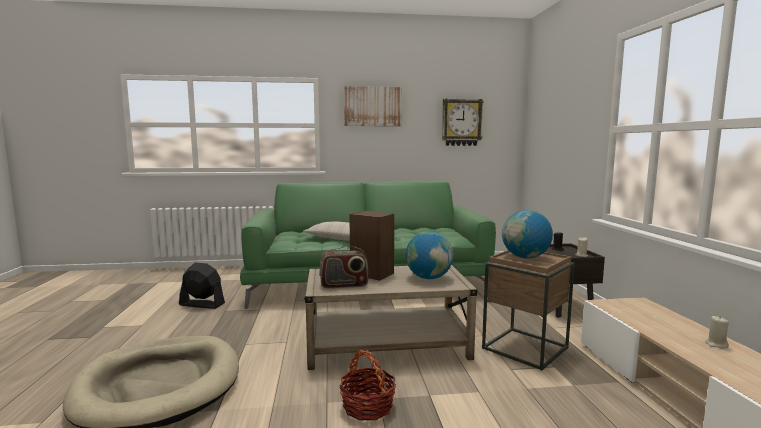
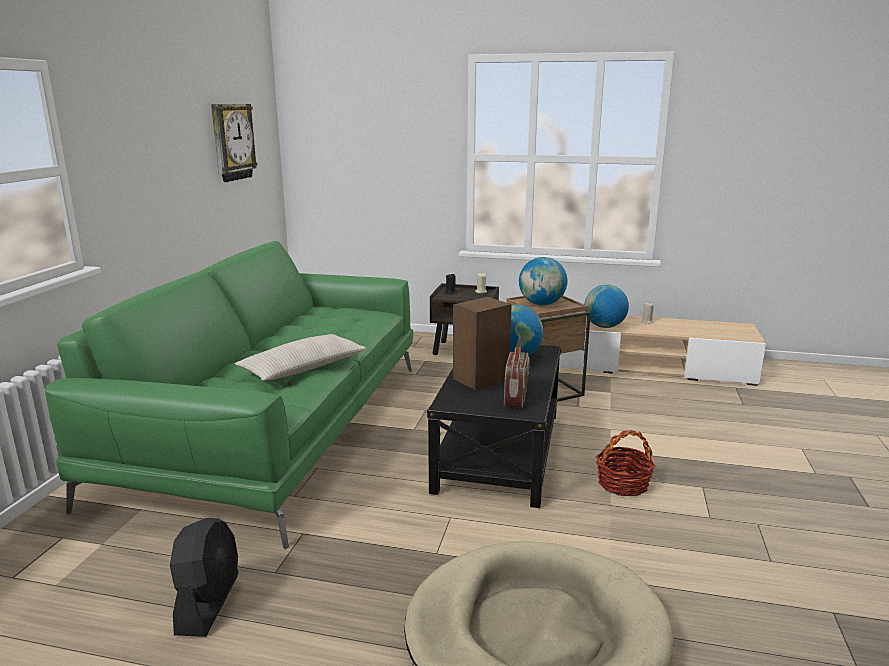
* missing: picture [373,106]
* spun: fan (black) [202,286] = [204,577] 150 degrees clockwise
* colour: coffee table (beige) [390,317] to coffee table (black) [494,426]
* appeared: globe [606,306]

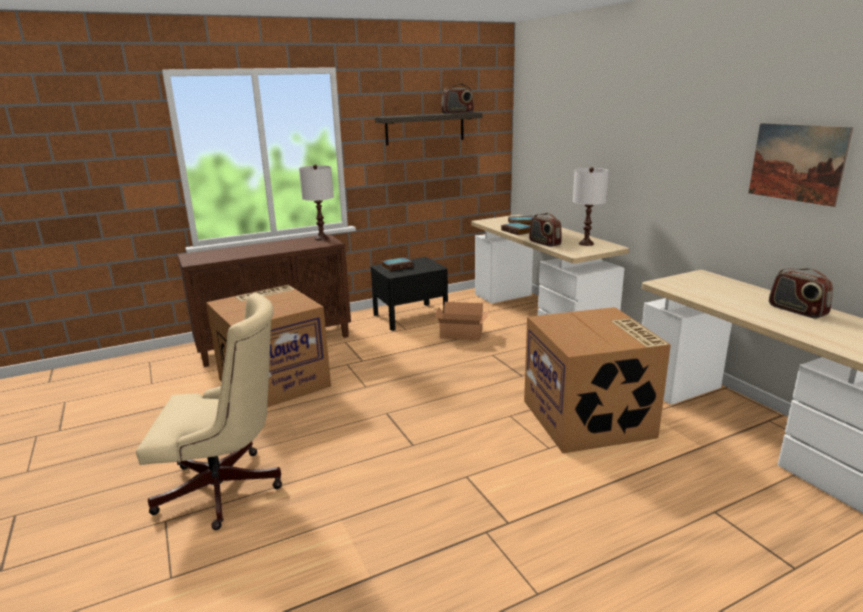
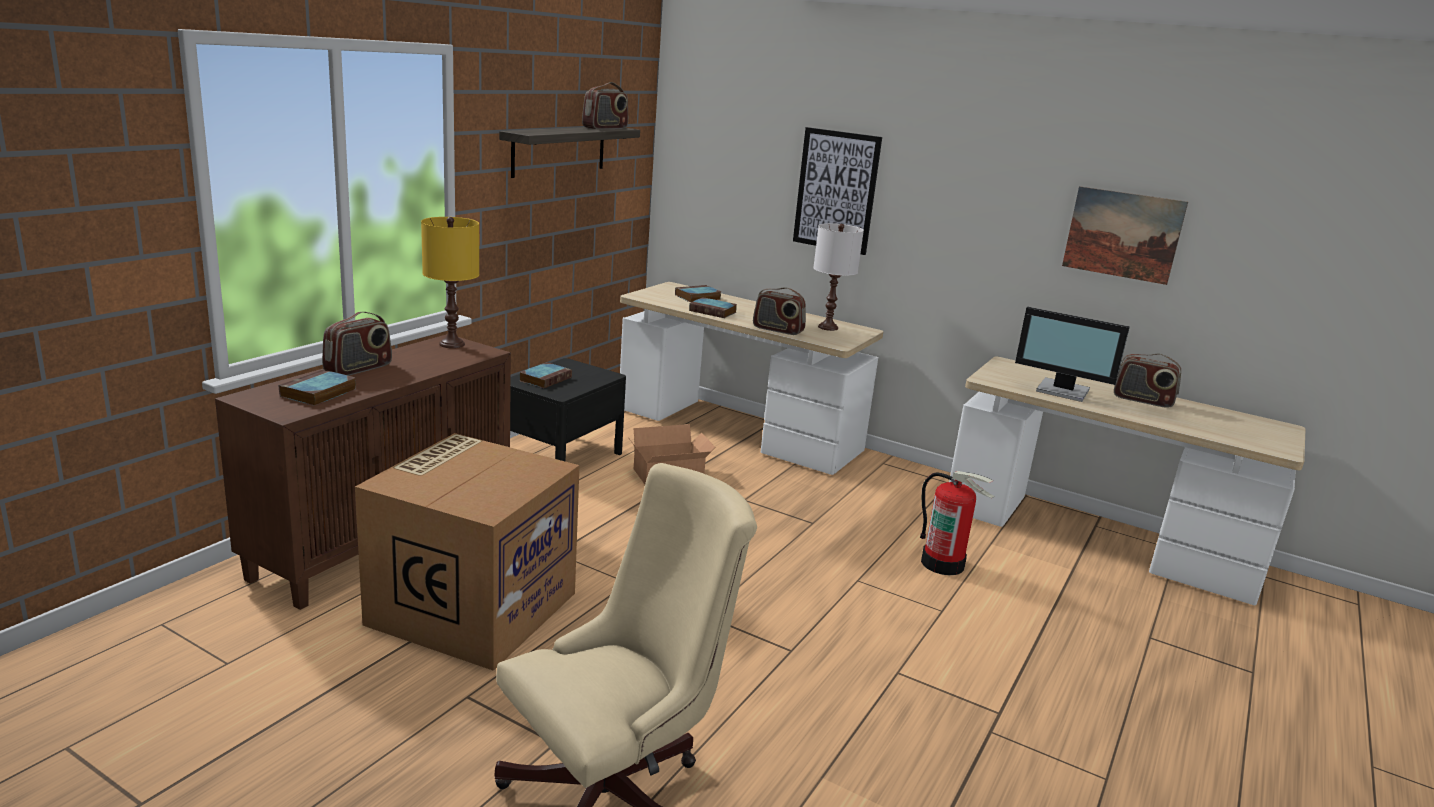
* colour: table lamp (white) [316,203] to table lamp (yellow) [450,282]
* exchanged: cardboard box [597,380] to fire extinguisher [957,523]
* appeared: picture [837,191]
* appeared: monitor [1072,354]
* appeared: radio [357,344]
* appeared: book [317,387]

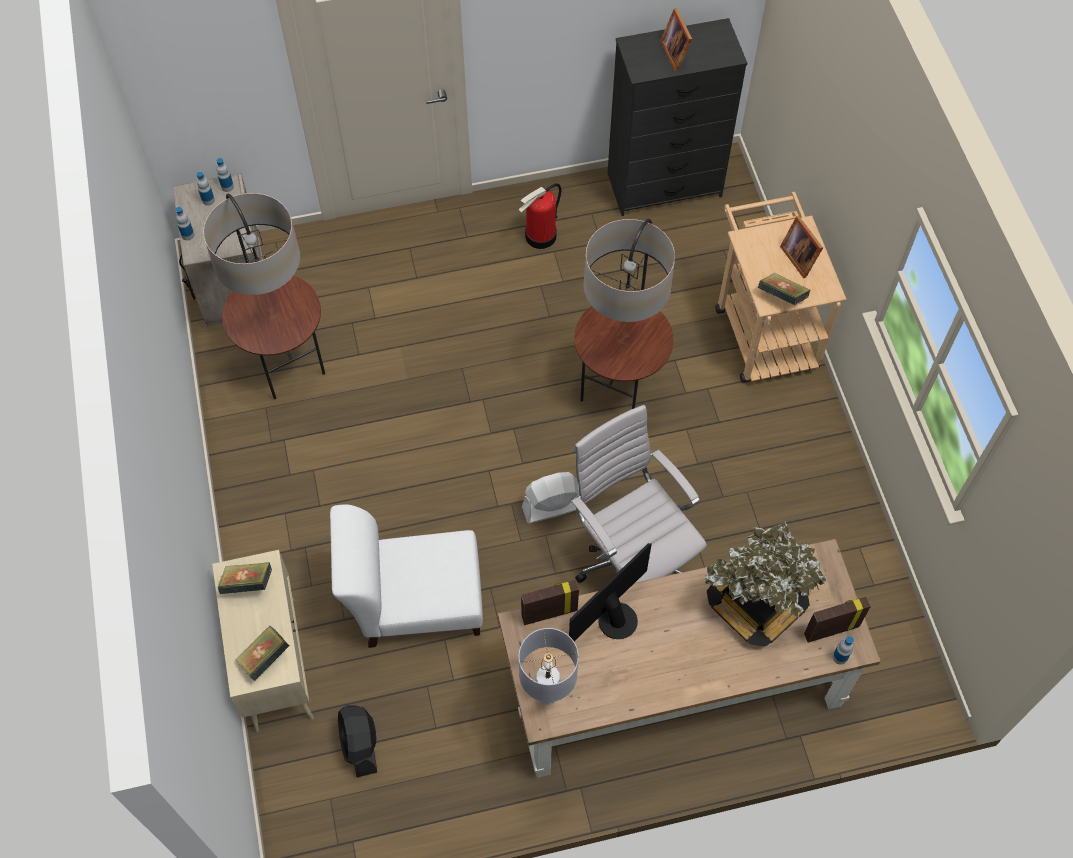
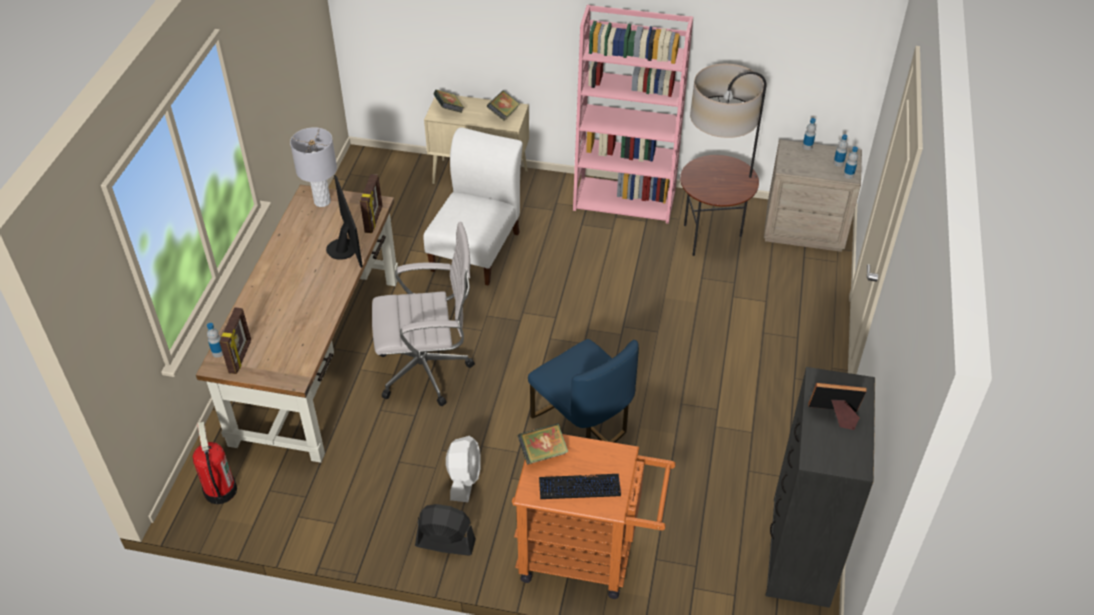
* relocated: fire extinguisher [540,216] to [215,463]
* colour: cart (beige) [781,287] to cart (orange) [594,514]
* exchanged: picture frame [801,247] to keyboard [580,486]
* exchanged: floor lamp [624,313] to chair (blue) [583,391]
* relocated: fan (white) [550,497] to [463,469]
* missing: potted plant [765,584]
* relocated: fan (black) [357,741] to [445,530]
* appeared: bookcase (pink) [633,114]

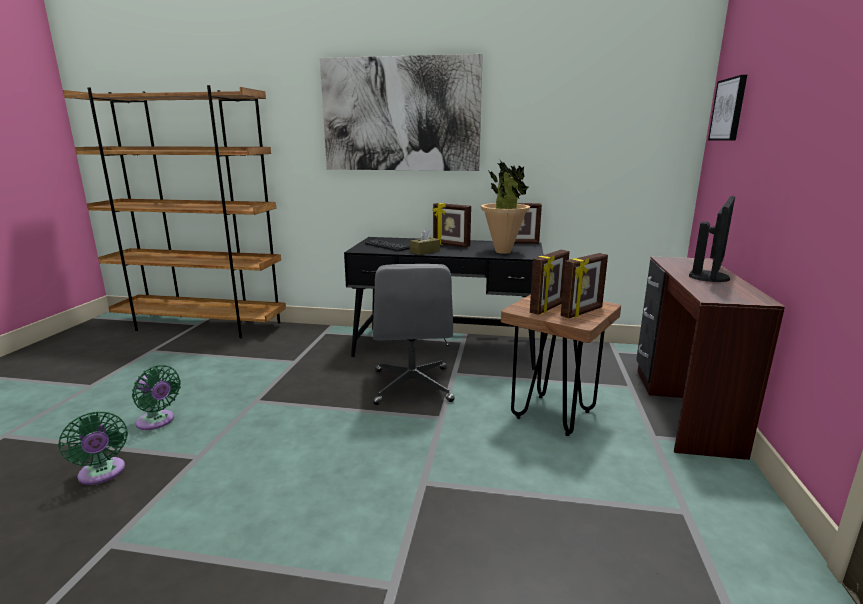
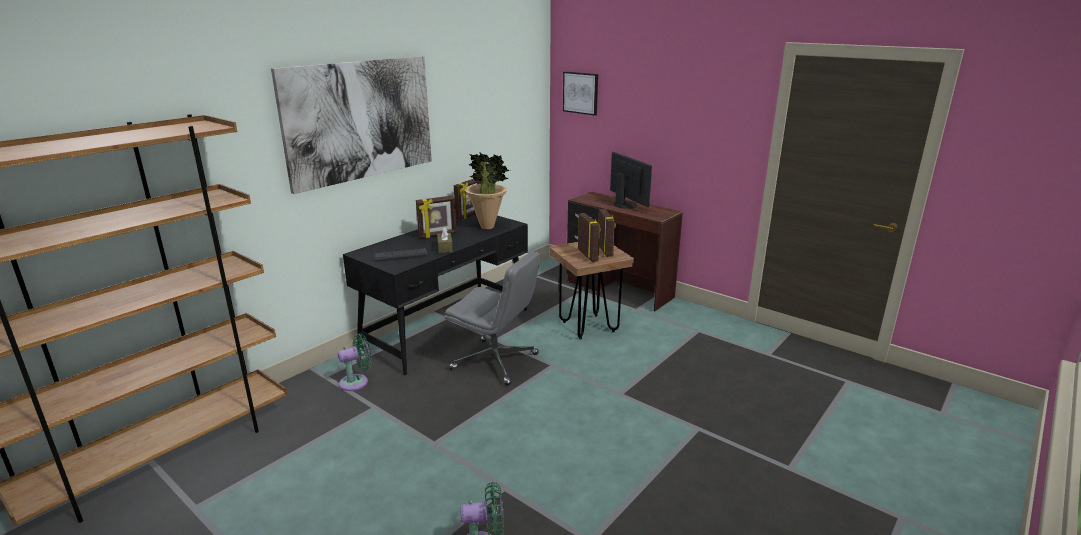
* relocated: fan (green) [156,397] to [355,362]

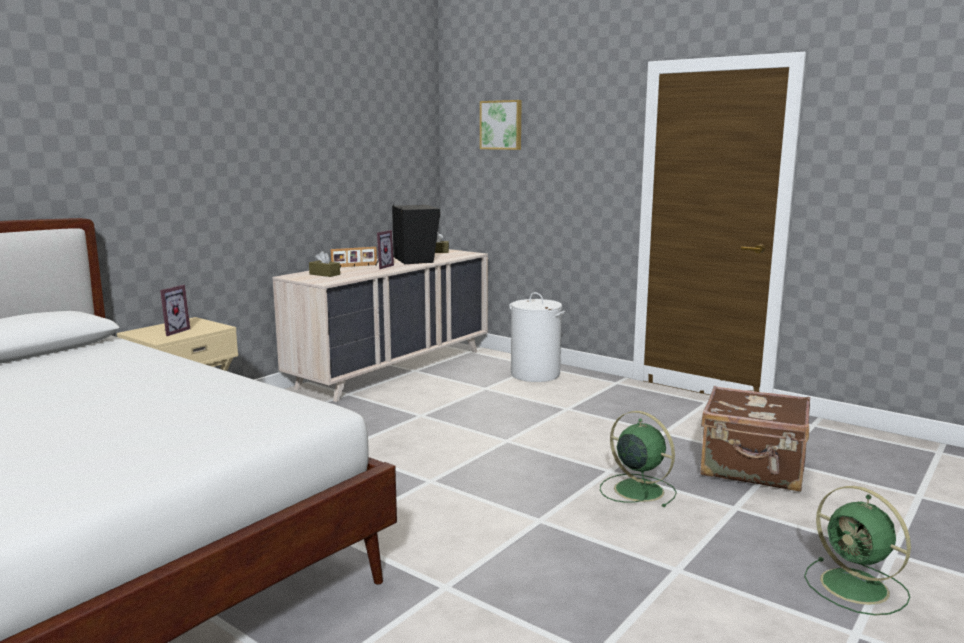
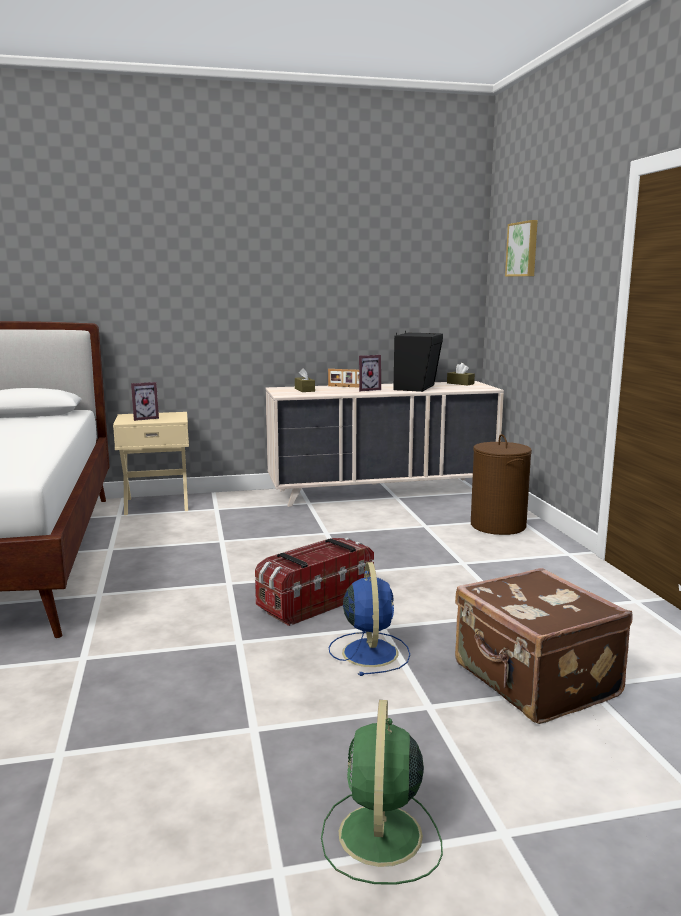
* colour: laundry basket (white) [537,337] to laundry basket (brown) [501,484]
* colour: fan (green) [638,459] to fan (blue) [369,619]
* appeared: storage box [314,582]

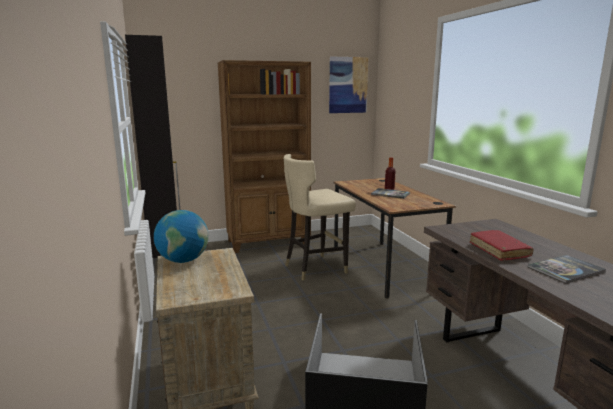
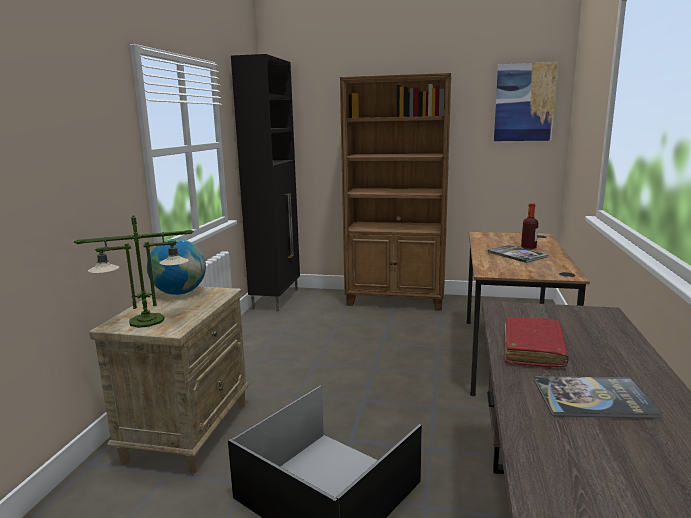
* missing: chair (beige) [320,217]
* appeared: table lamp [134,272]

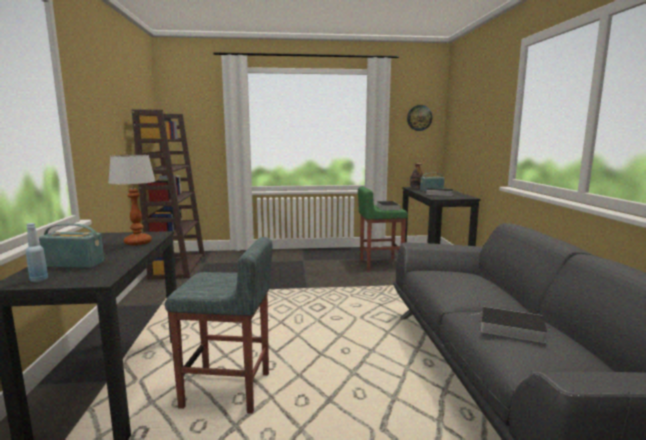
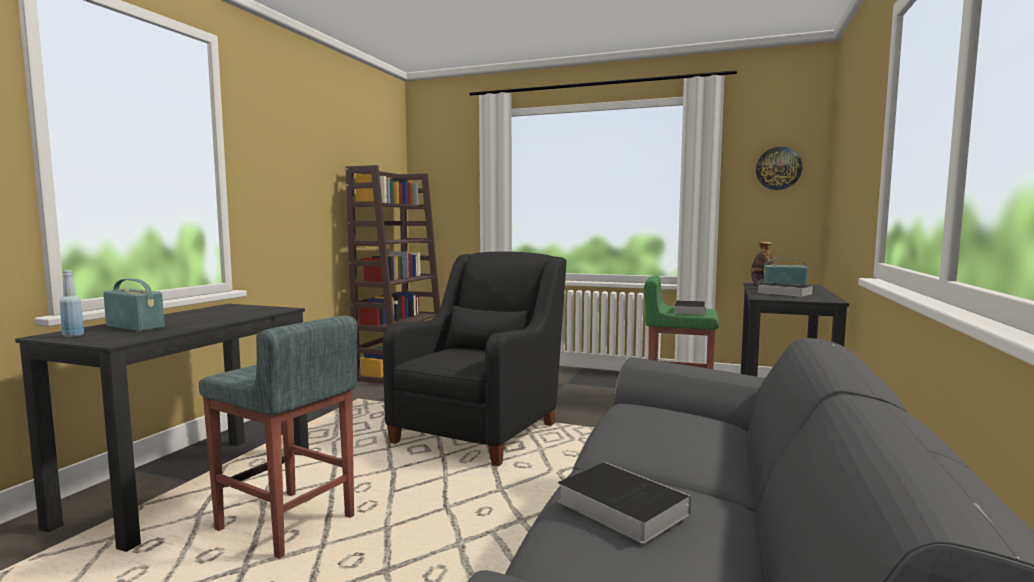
* missing: table lamp [132,200]
* appeared: armchair (black) [474,359]

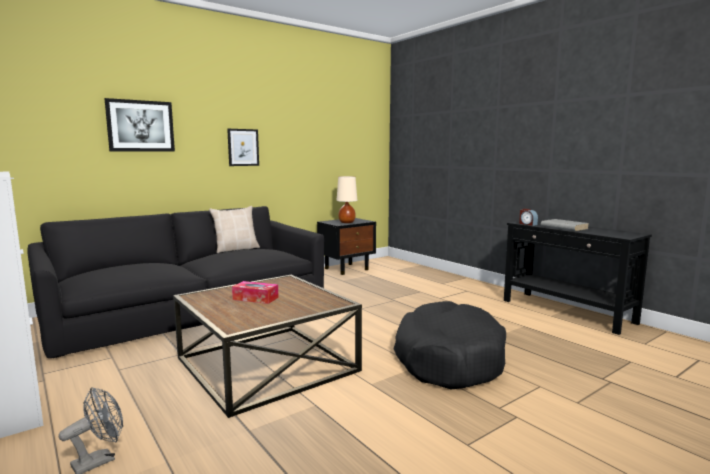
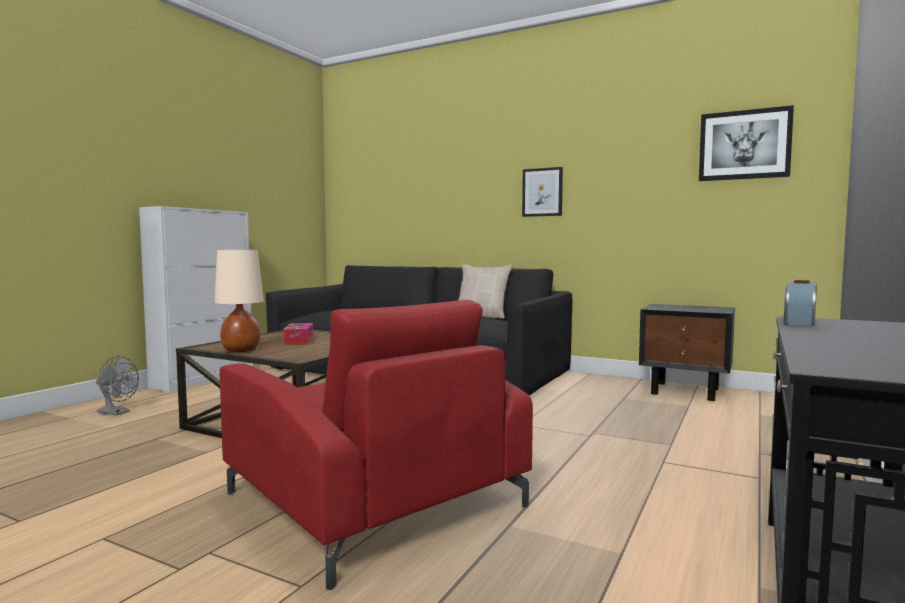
* relocated: picture [139,125] to [746,143]
* relocated: table lamp (beige) [346,199] to [239,301]
* missing: book (grey) [565,225]
* exchanged: dog bed (black) [450,345] to armchair (red) [376,445]

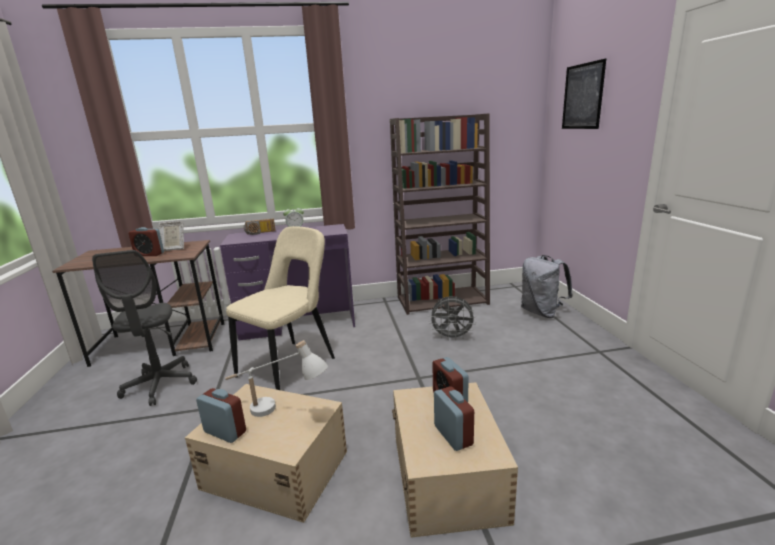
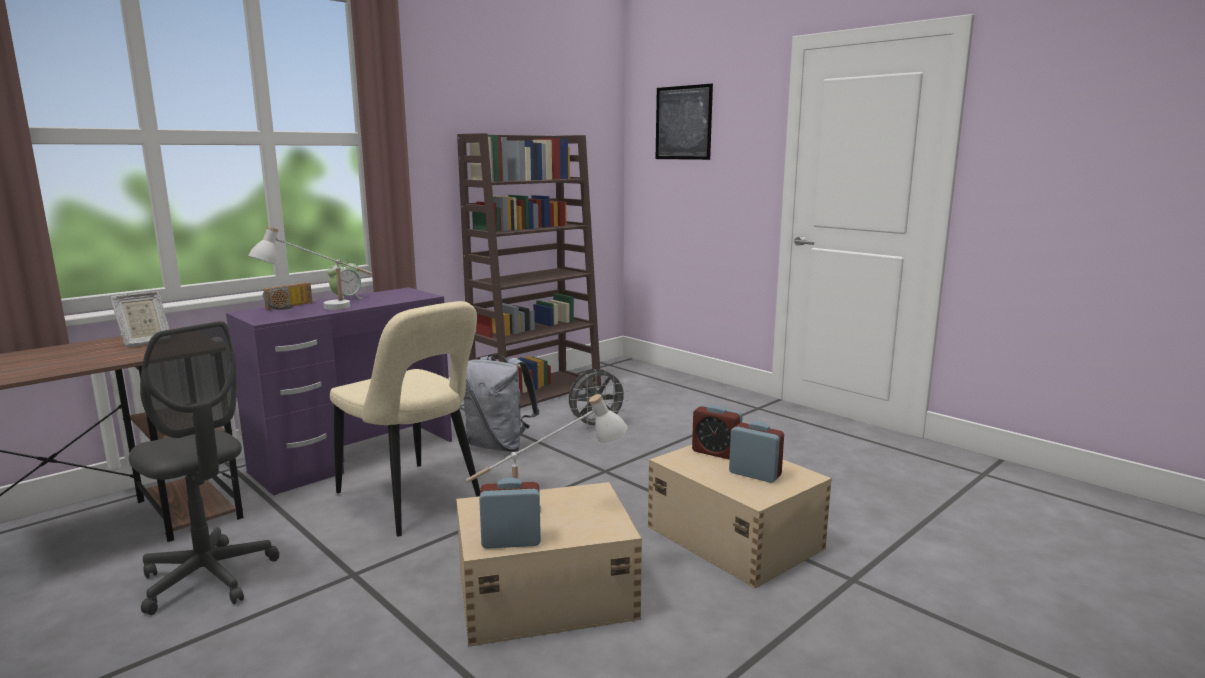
* spun: chair (beige) [280,308] = [405,418] 135 degrees clockwise
* missing: alarm clock [146,241]
* relocated: backpack (grey) [547,286] to [501,403]
* appeared: table lamp (white) [310,268]

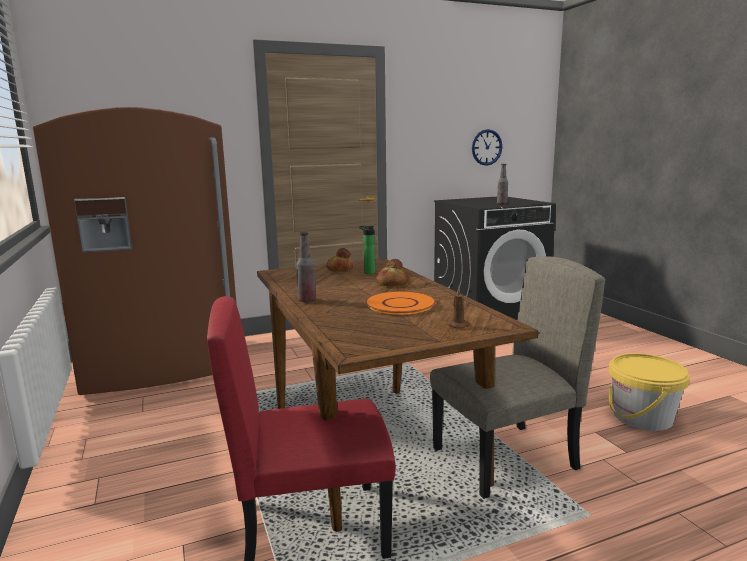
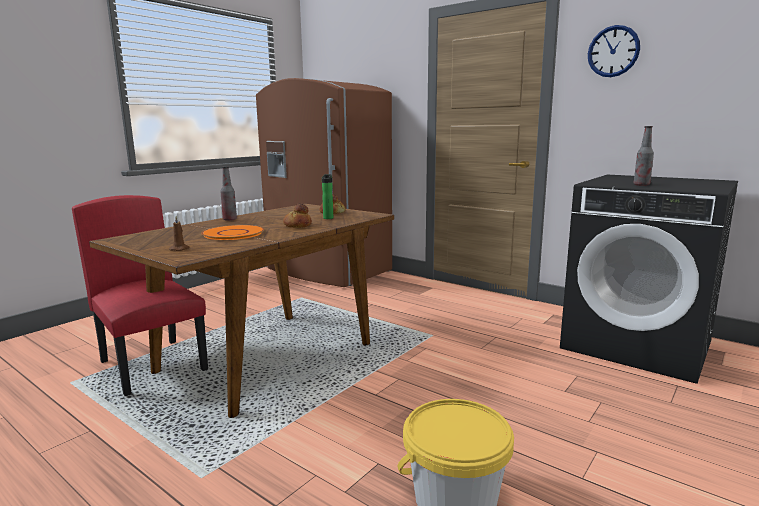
* relocated: wall clock [487,147] to [614,51]
* missing: chair (beige) [517,377]

